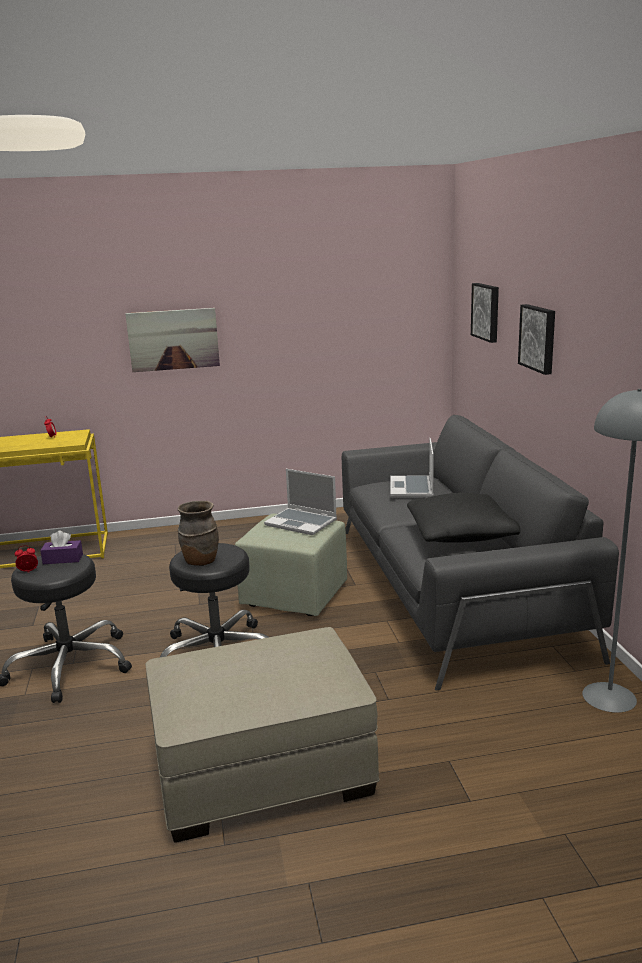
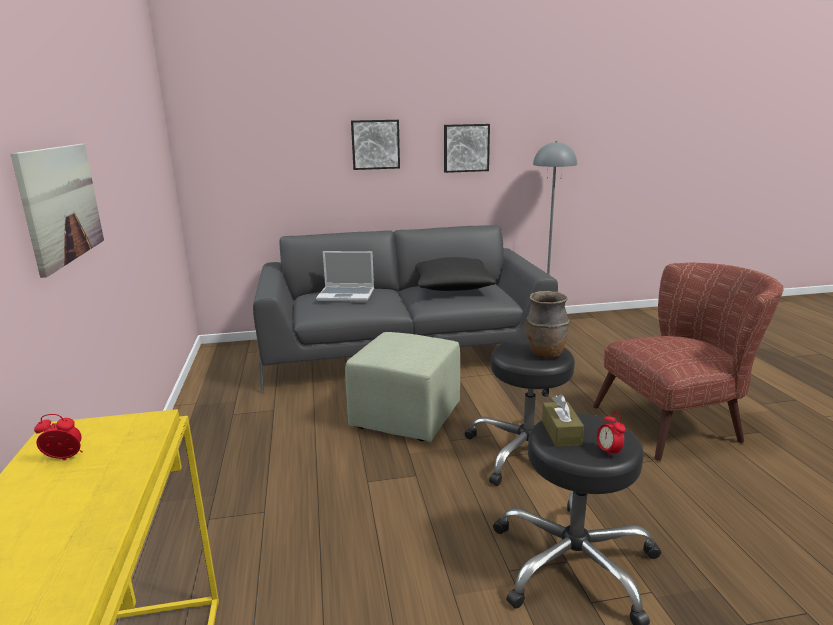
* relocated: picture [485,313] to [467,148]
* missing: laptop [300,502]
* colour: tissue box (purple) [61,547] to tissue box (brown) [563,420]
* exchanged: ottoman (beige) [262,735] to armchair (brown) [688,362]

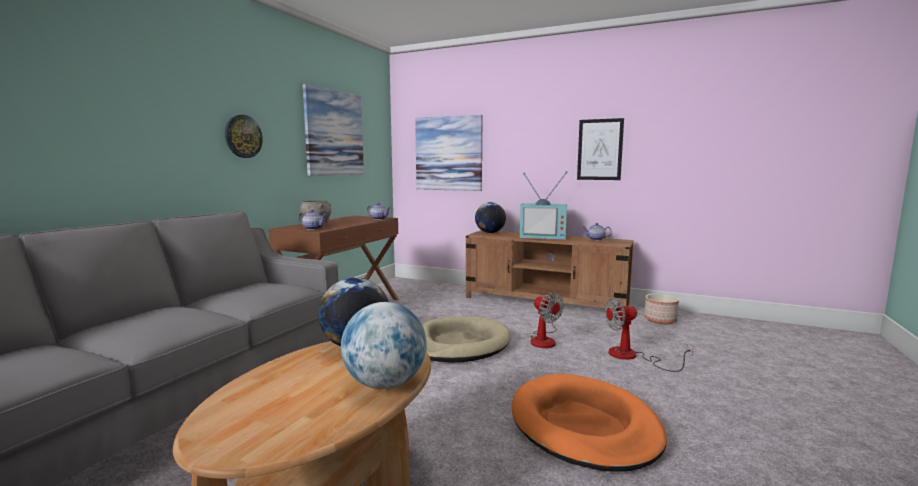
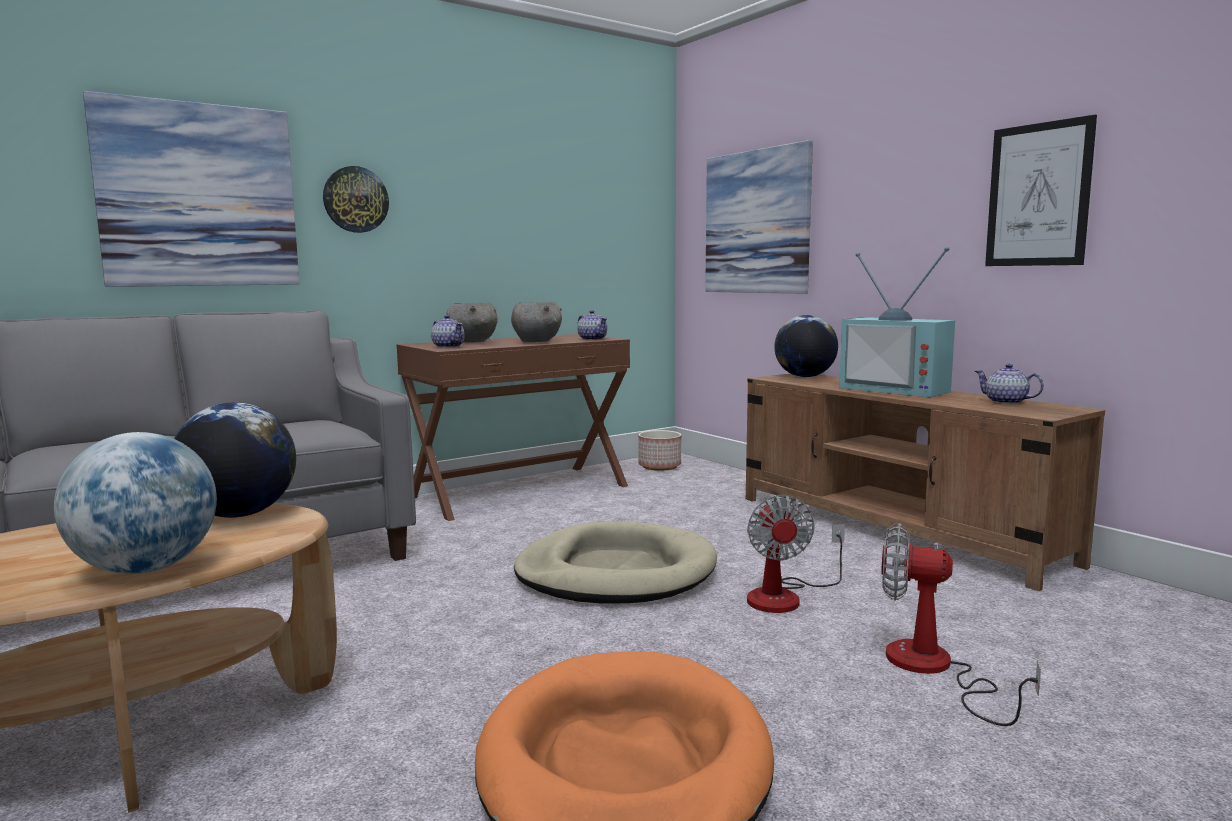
* relocated: picture [333,130] to [191,189]
* relocated: planter [661,309] to [659,450]
* appeared: bowl (grey) [536,322]

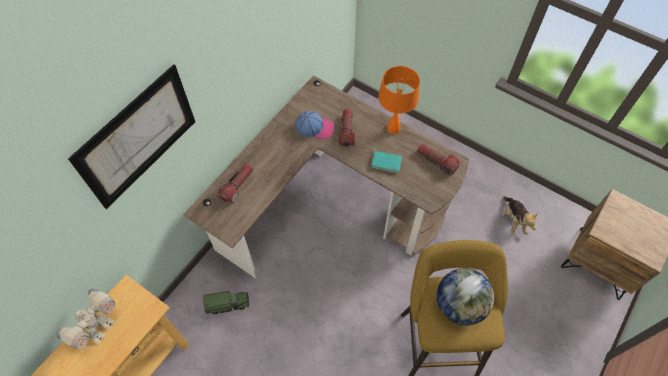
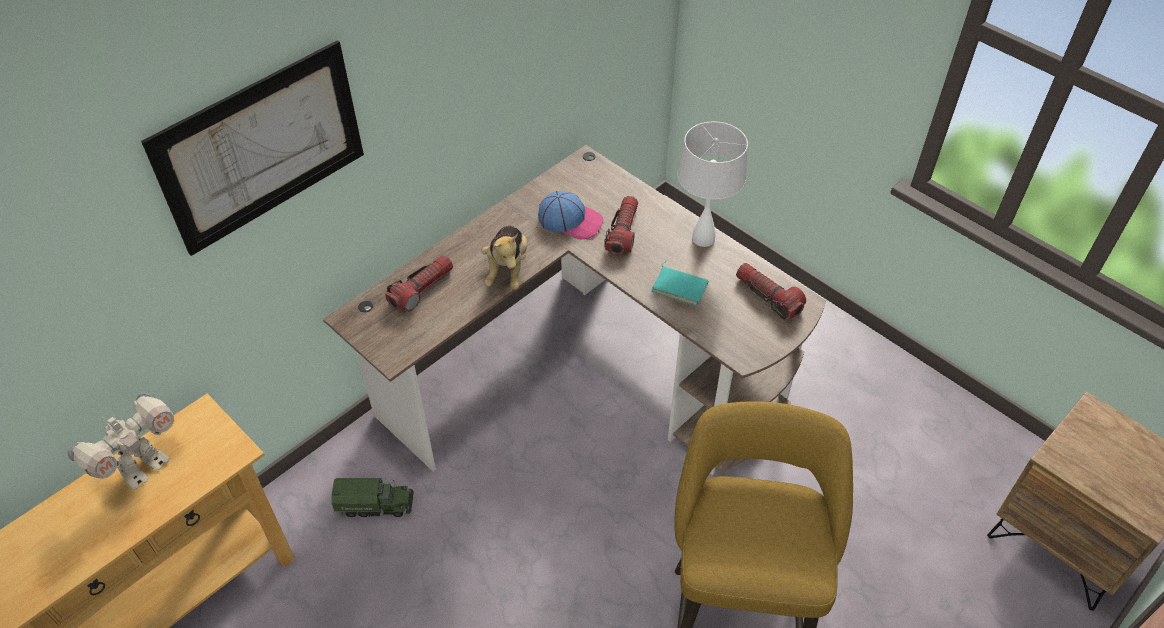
* colour: table lamp (orange) [399,100] to table lamp (white) [712,184]
* relocated: plush toy [520,216] to [504,258]
* missing: globe [465,296]

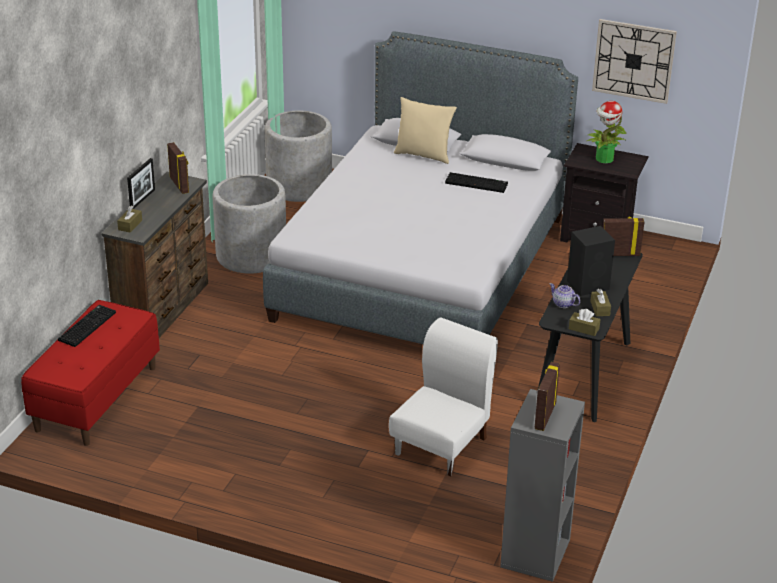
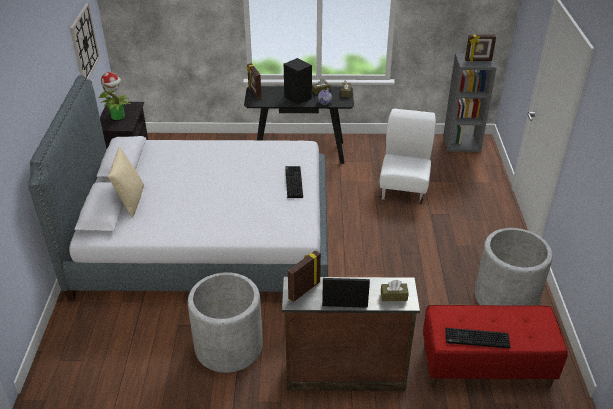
* relocated: planter (grey) [298,156] to [514,267]
* relocated: keyboard [476,182] to [294,182]
* spun: chair (white) [443,397] = [408,156] 90 degrees clockwise

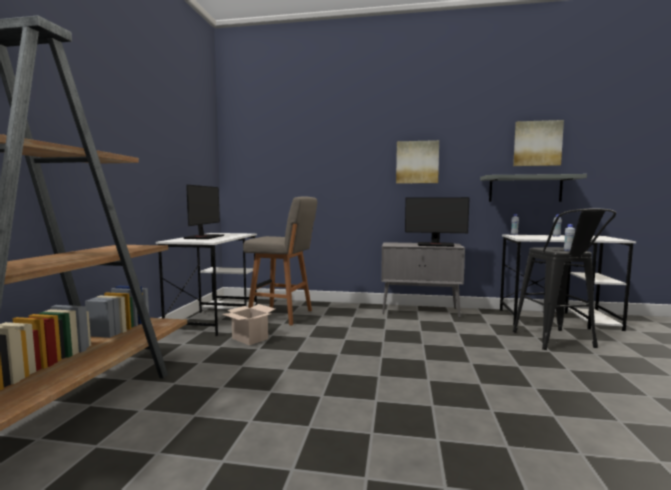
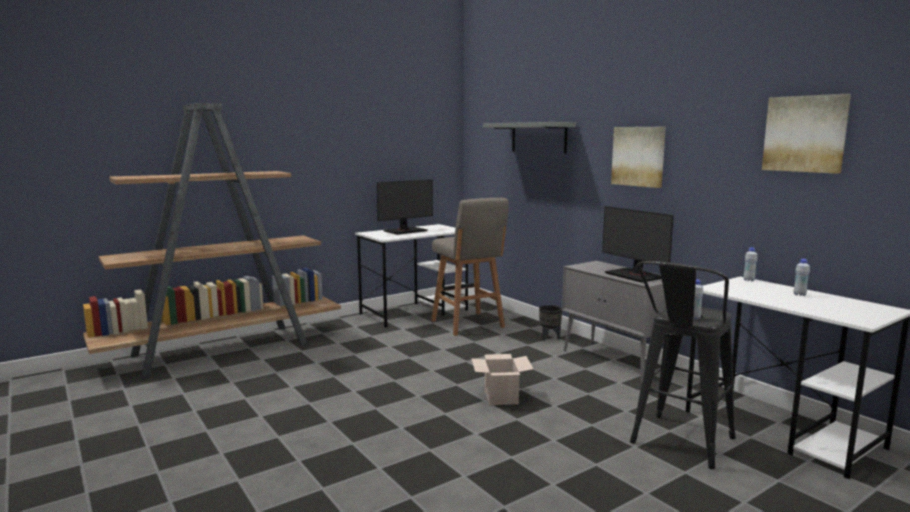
* relocated: shelf (grey) [533,188] to [529,137]
* relocated: cardboard box [248,324] to [502,379]
* appeared: planter (black) [550,323]

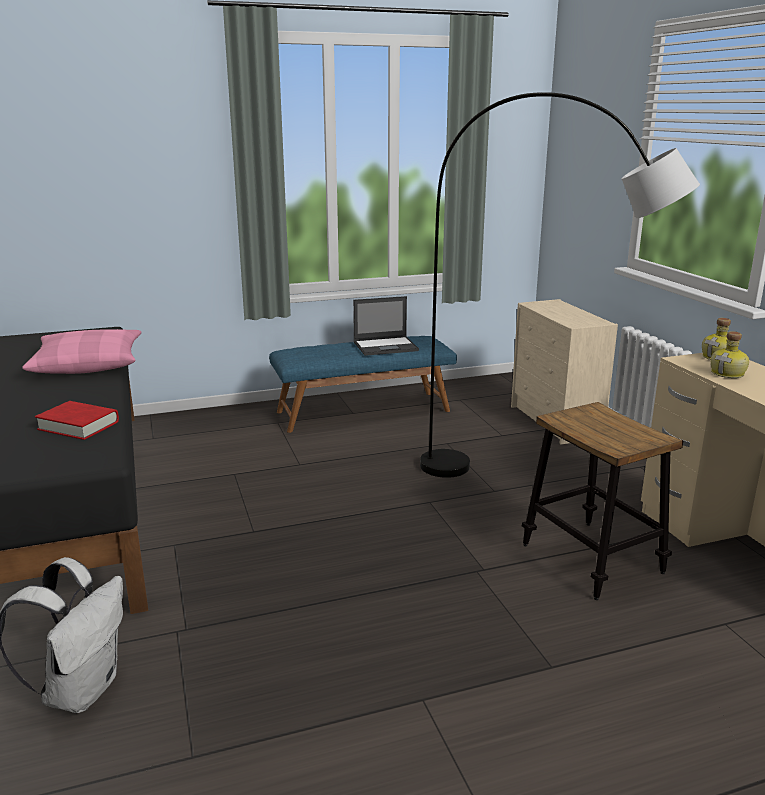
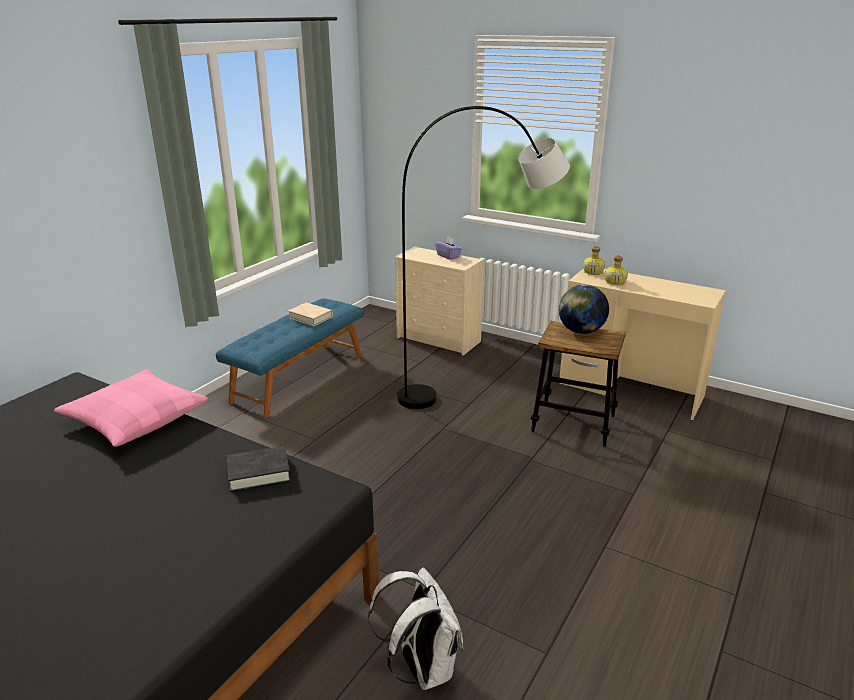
* exchanged: laptop [386,326] to book (beige) [310,314]
* colour: book (red) [77,420] to book (black) [259,469]
* appeared: tissue box (purple) [448,248]
* appeared: globe [584,309]

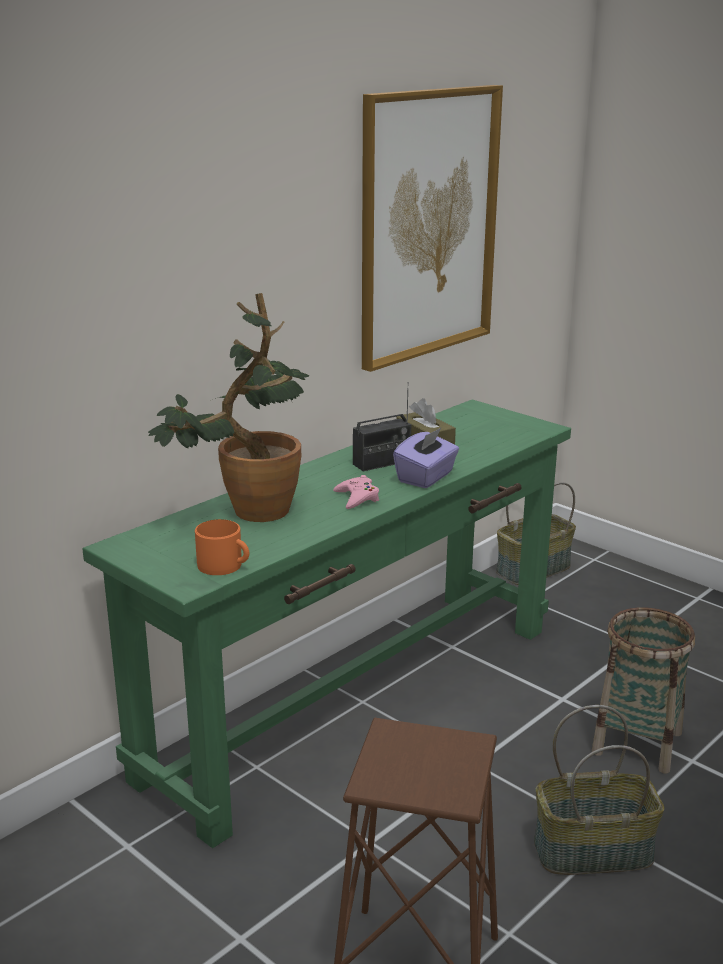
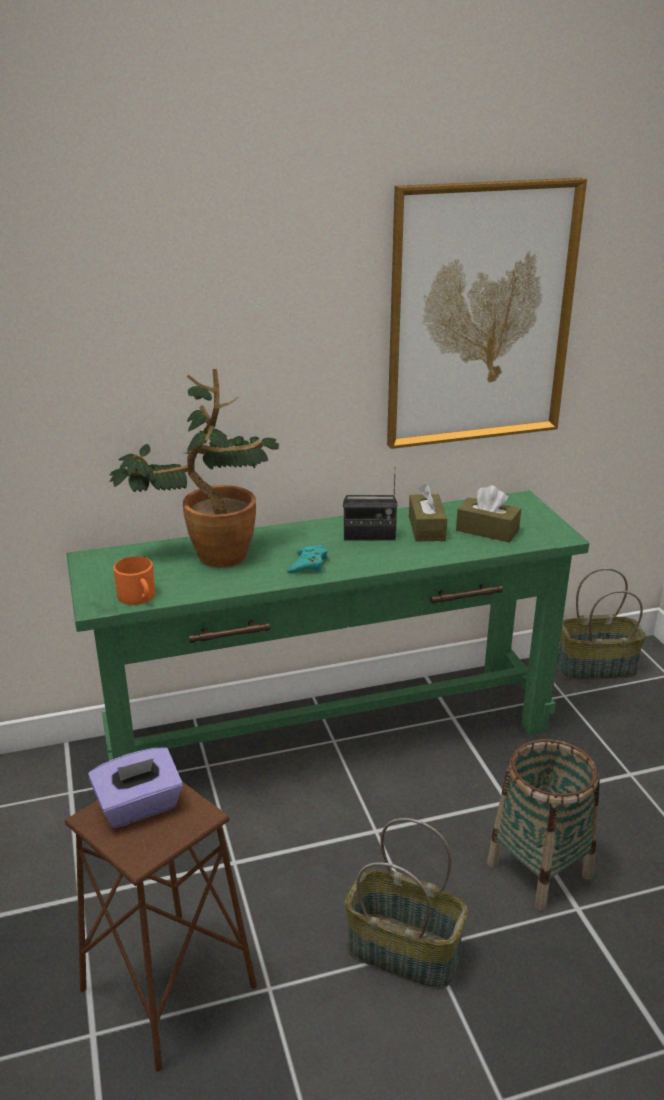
* relocated: tissue box (purple) [426,457] to [135,787]
* colour: game controller (pink) [356,492] to game controller (turquoise) [307,559]
* appeared: tissue box (brown) [488,513]

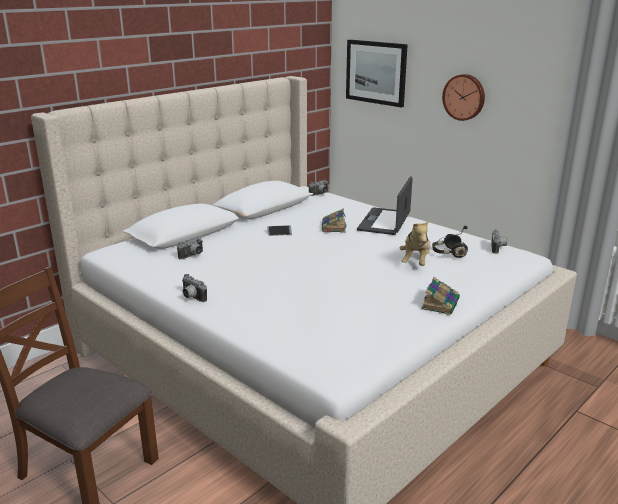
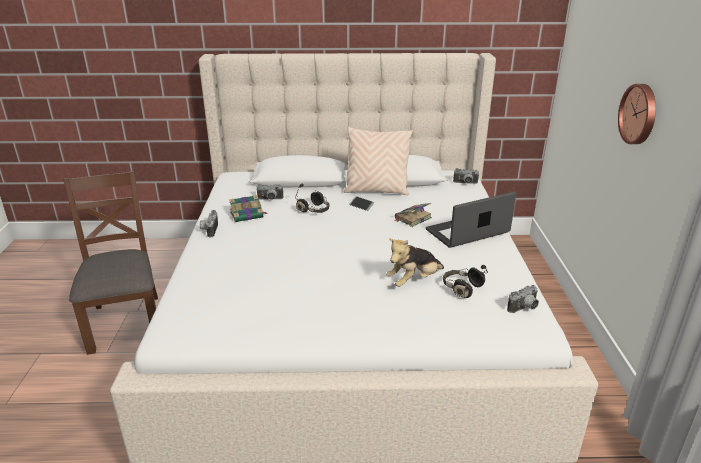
* missing: picture [377,74]
* relocated: book [440,296] to [248,208]
* appeared: pillow (beige) [378,160]
* appeared: headphones (black) [312,198]

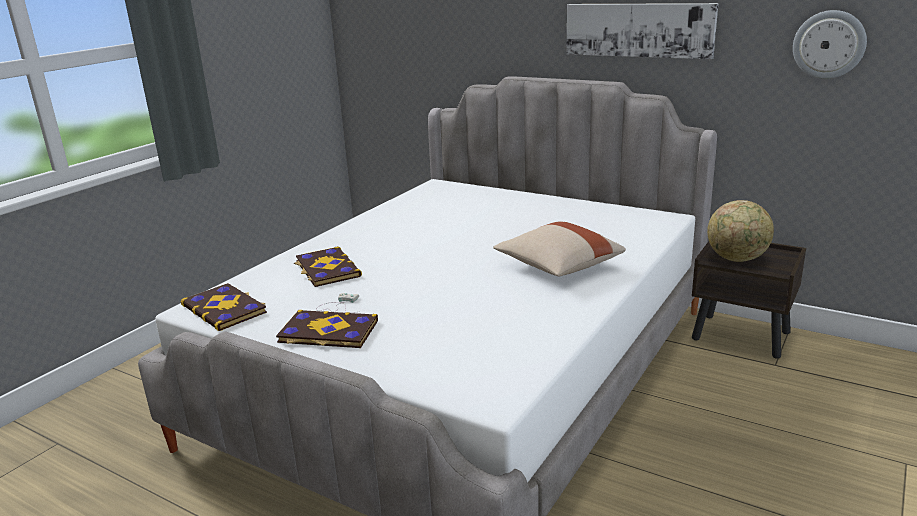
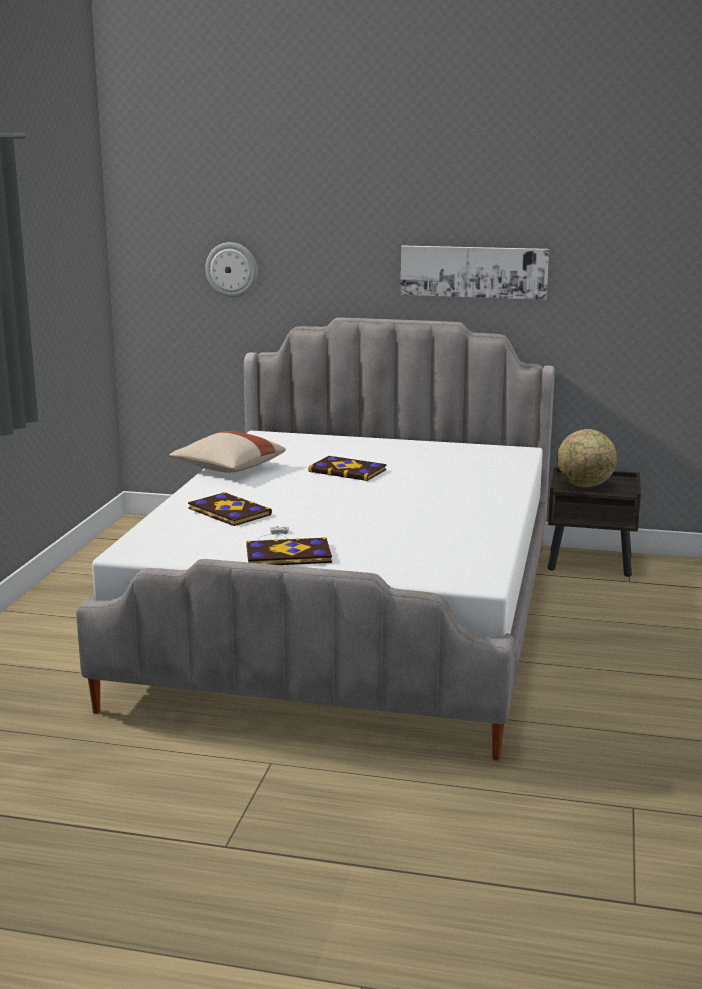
* relocated: wall clock [830,44] to [231,269]
* relocated: pillow (beige) [559,249] to [227,452]
* relocated: book [224,307] to [347,468]

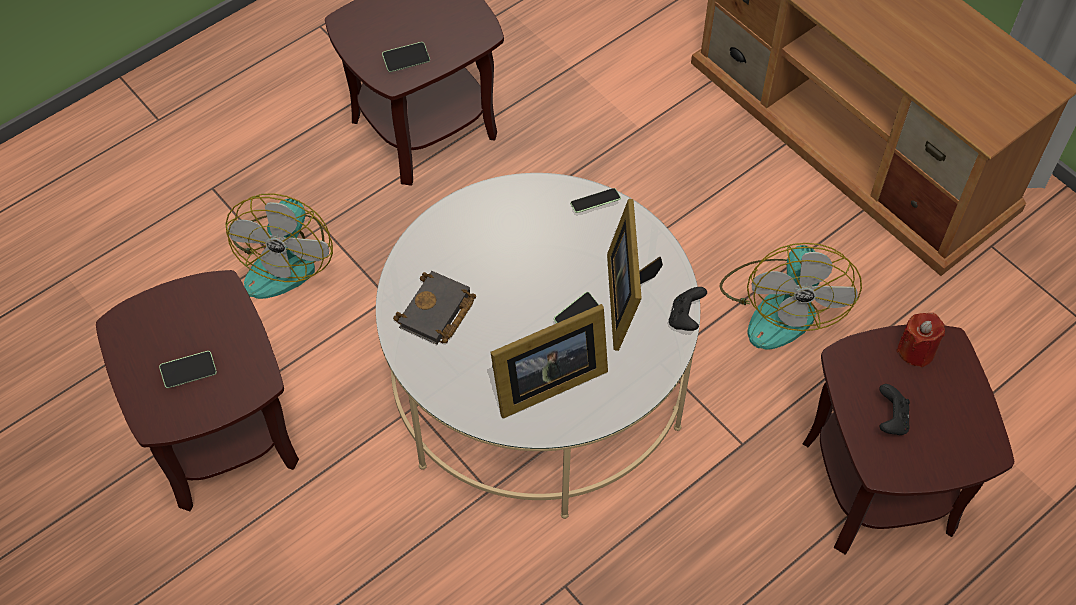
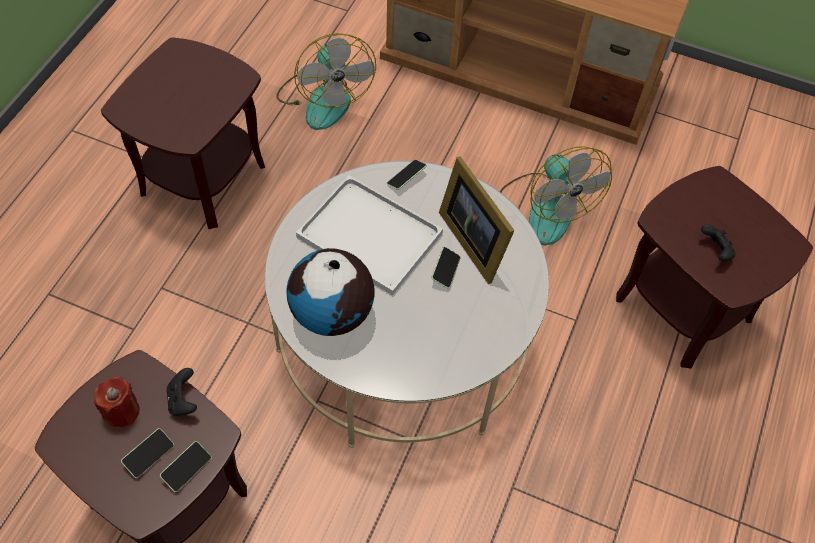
* relocated: phone [406,57] to [186,466]
* relocated: fan [279,246] to [326,81]
* exchanged: book (black) [434,308] to globe [330,292]
* relocated: game controller (black) [688,309] to [182,392]
* missing: picture frame [549,361]
* relocated: candle (red) [920,340] to [116,402]
* appeared: tray (white) [369,235]

